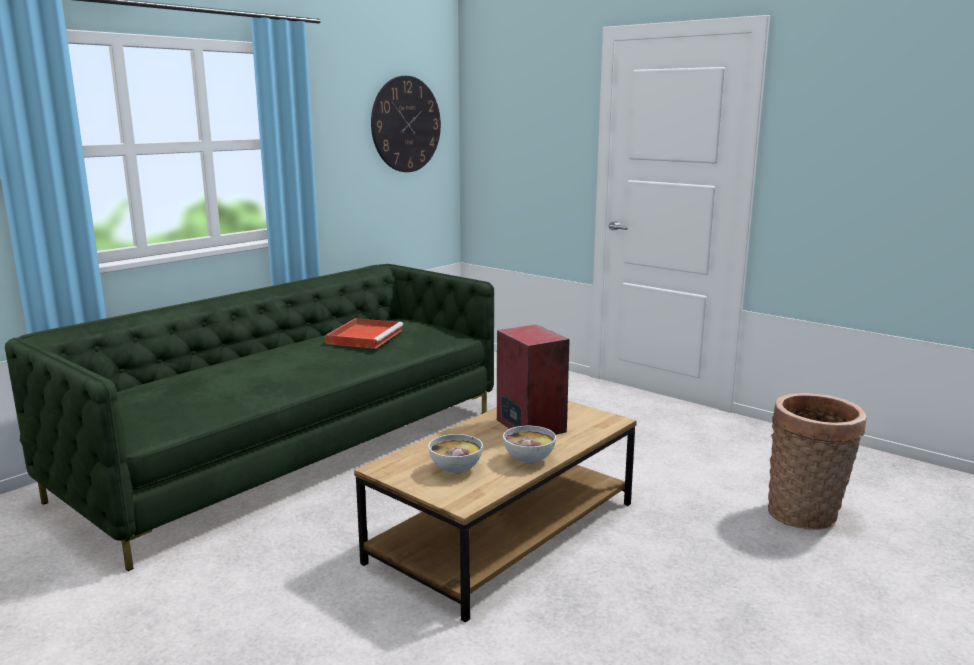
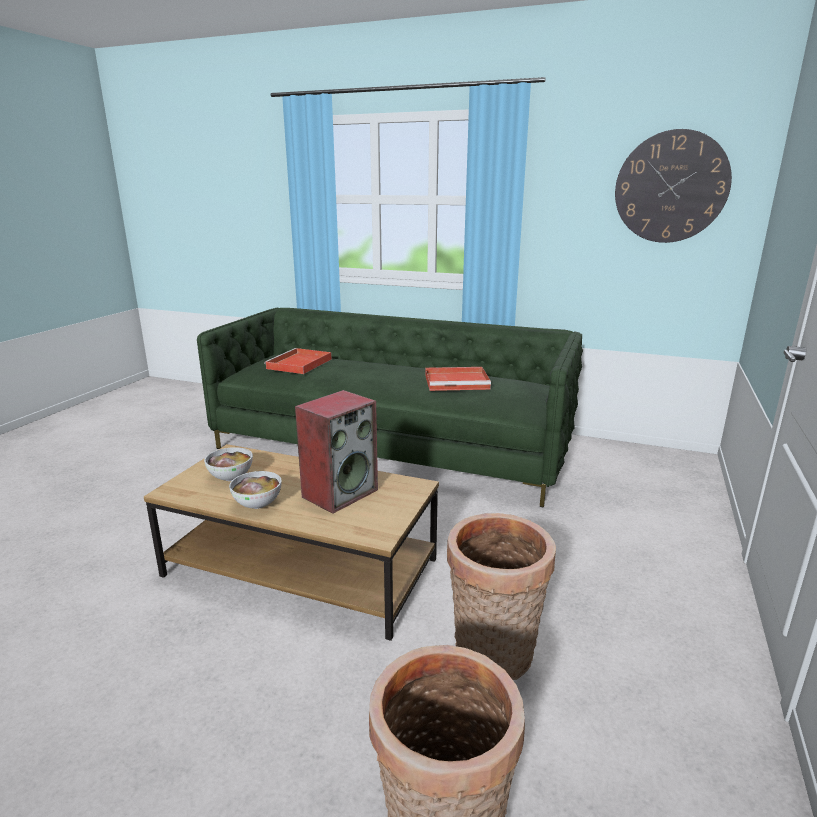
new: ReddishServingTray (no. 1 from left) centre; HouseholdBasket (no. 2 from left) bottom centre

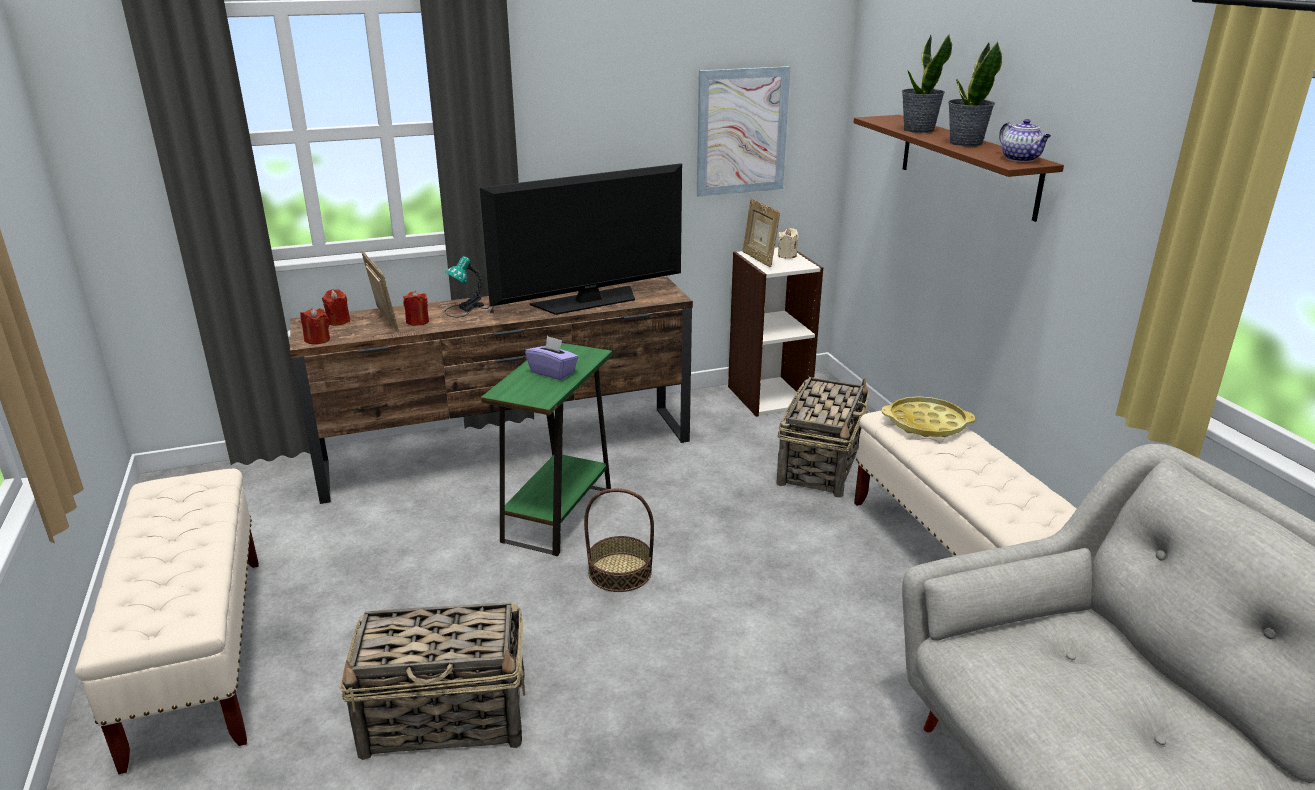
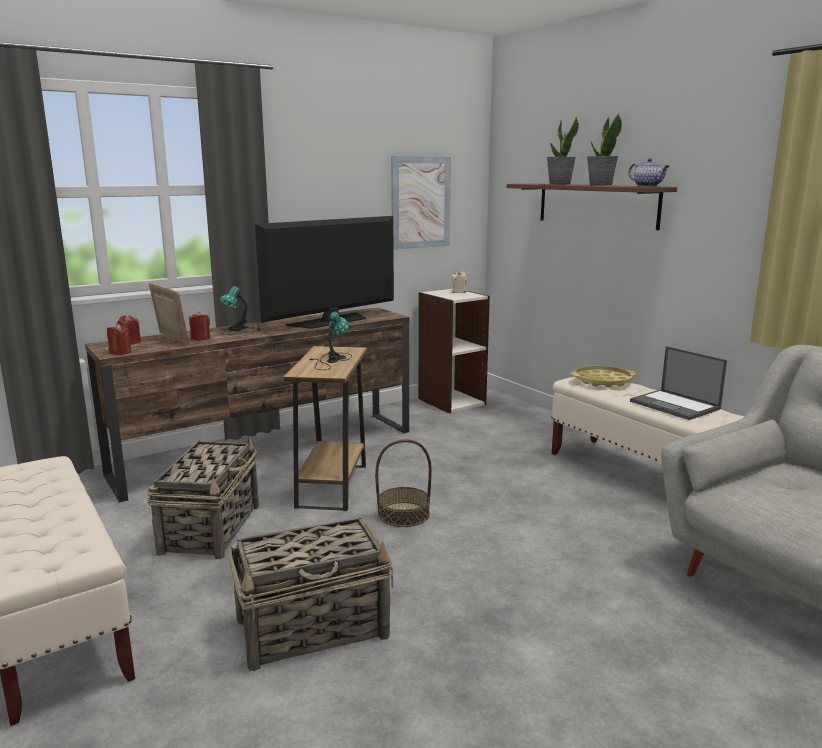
gone: PictureFrame (no. 2 from left) top centre
new: NotebookComputer middle right
shifted: HouseholdBasket (no. 3 from left in the first image) centre to HouseholdBasket (no. 1 from left) middle left
swapped: PurpleTissueBox centre to TabletopLamp (no. 2 from left) centre
repainted: GreenEndTable centre to BrownEndTable centre

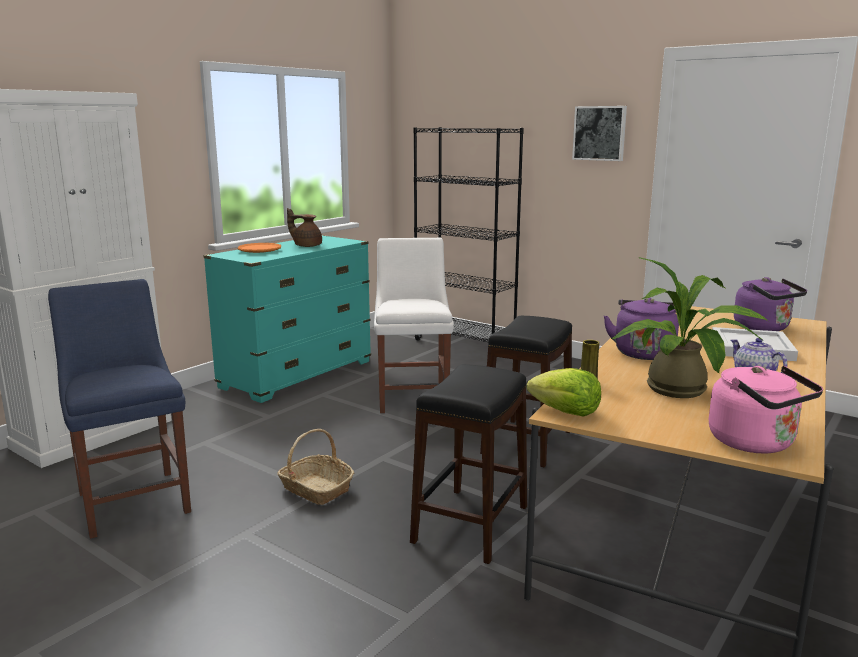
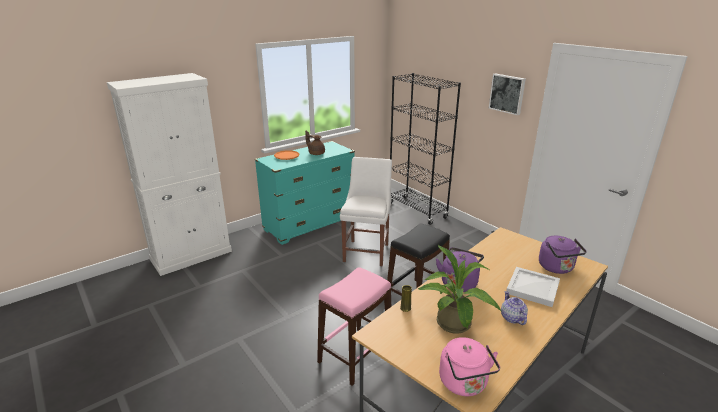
gone: BluishUprightChair middle left; LettuceHead centre; HouseholdBasket bottom centre
repainted: BlackSittingStool (no. 1 from left) bottom centre to PinkColouredSittingStool bottom centre

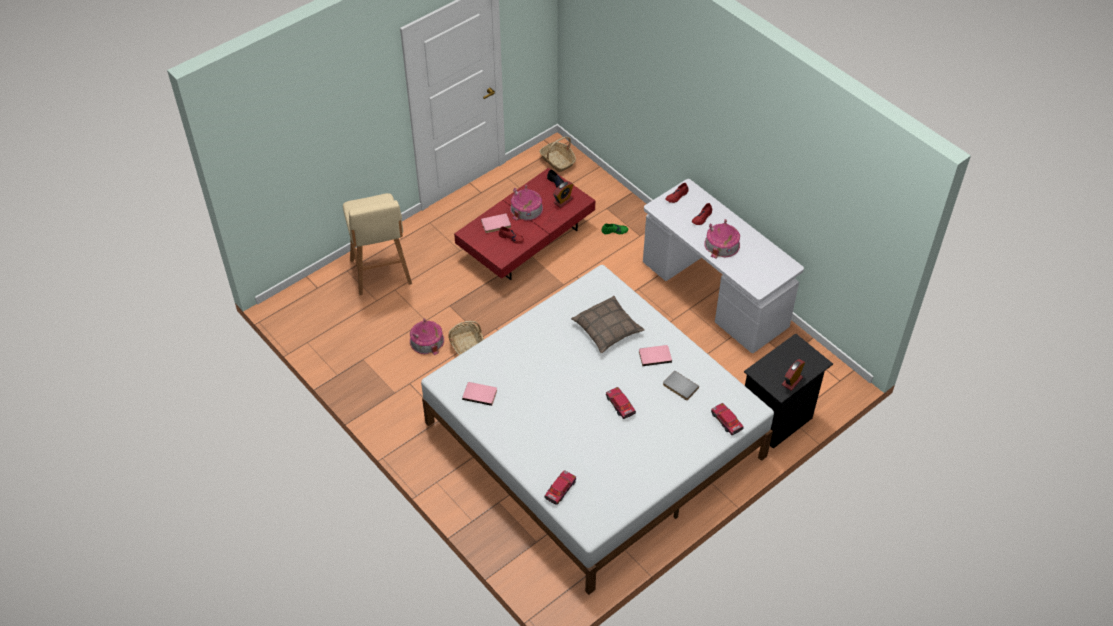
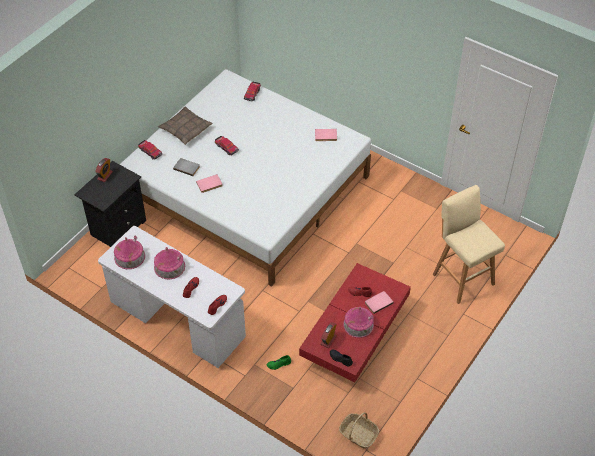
gone: HouseholdBasket (no. 1 from left) centre
shifted: Pillow centre to top left; ToyHouse (no. 1 from left) centre to middle left

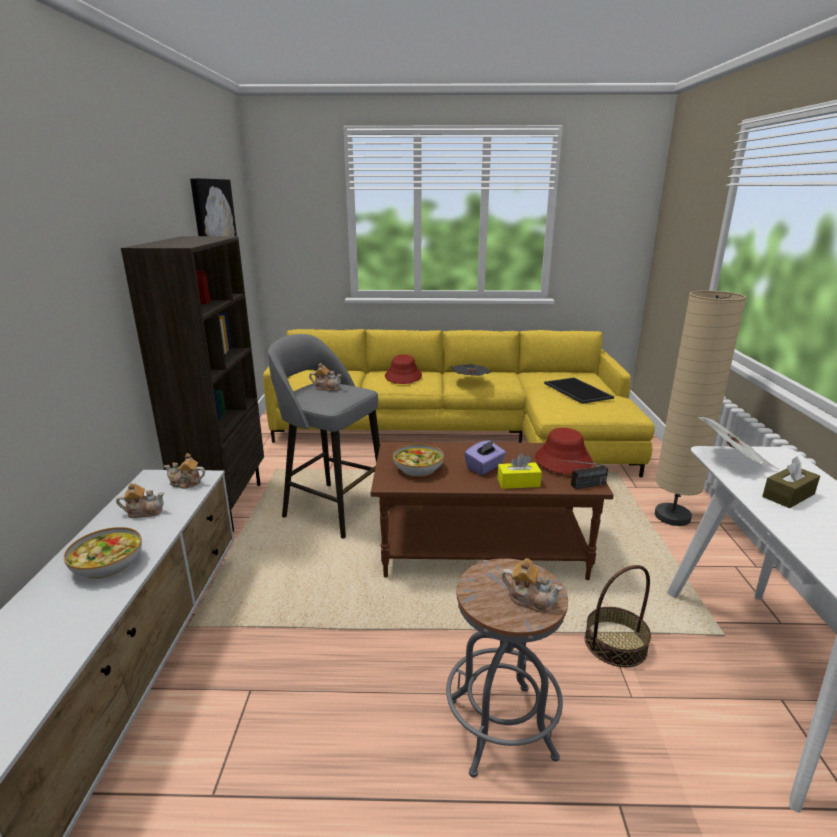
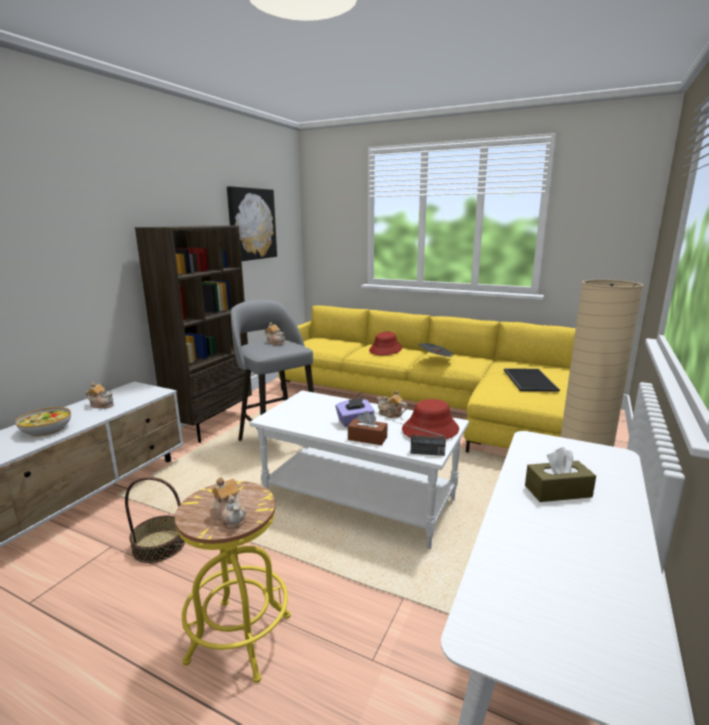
gone: Newspaper (no. 2 from left) middle right; ServingBowl (no. 2 from left) centre
shifted: Teapot (no. 2 from left in the first image) middle left to Teapot (no. 4 from left) centre; HouseholdBasket bottom right to bottom left
repainted: BrownLowTable centre to WhiteLowTable centre; YellowishTissueBox centre to BrownTissueBox (no. 1 from left) centre; GraySittingStool (no. 2 from left) bottom centre to YellowishSittingStool bottom left

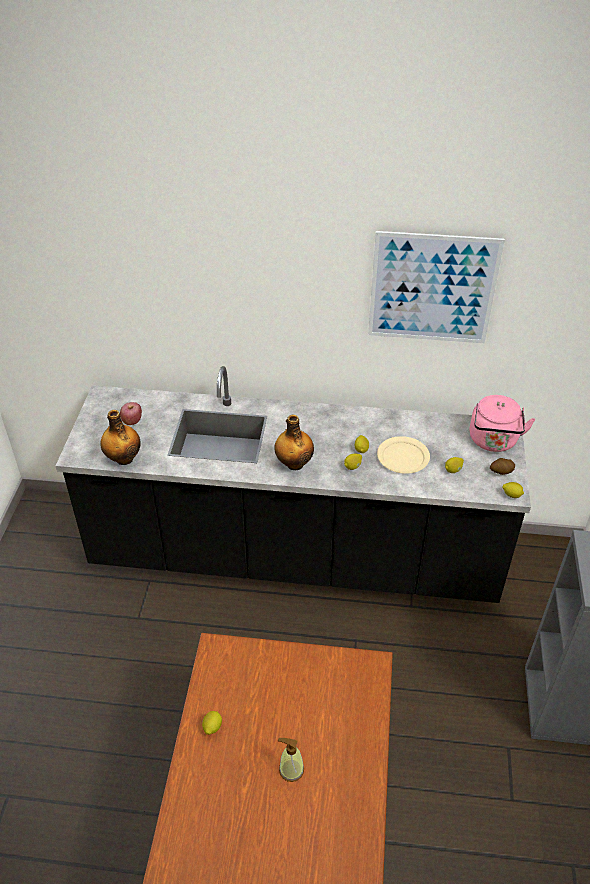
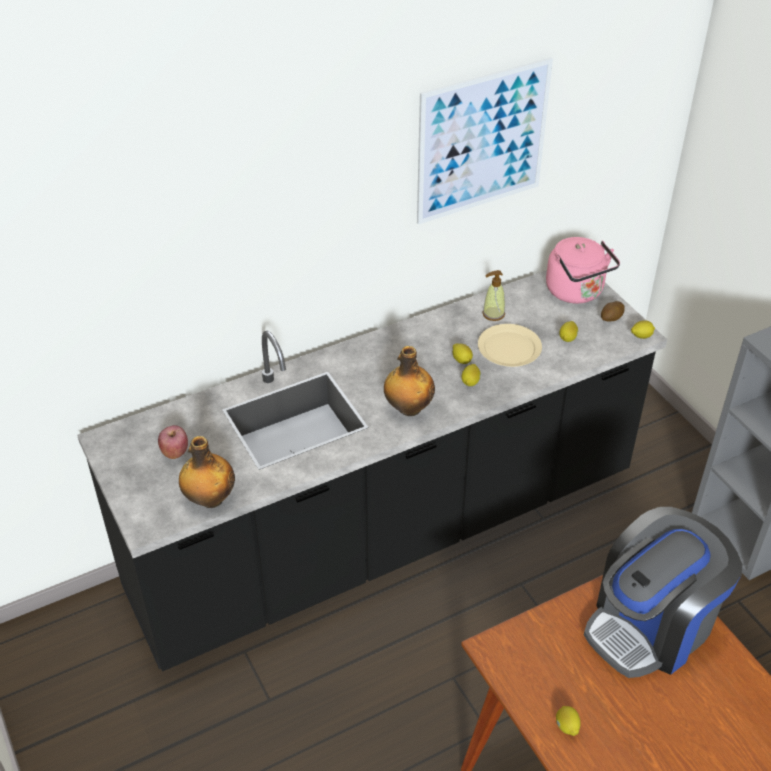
new: CoffeeMaker bottom right
shifted: SoapDispenser bottom centre to centre

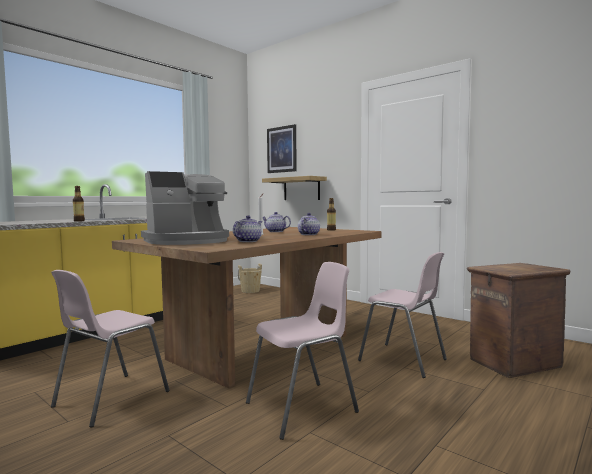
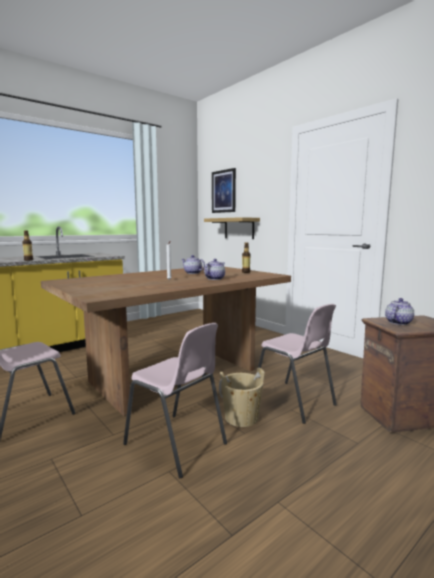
gone: CoffeeMaker middle left
shifted: Teapot (no. 1 from left in the first image) centre to Teapot (no. 3 from left) middle right; SandColouredBucket centre to bottom centre
rotated: PinkColouredUprightChair (no. 2 from left) bottom centre = bottom centre 60 degrees clockwise

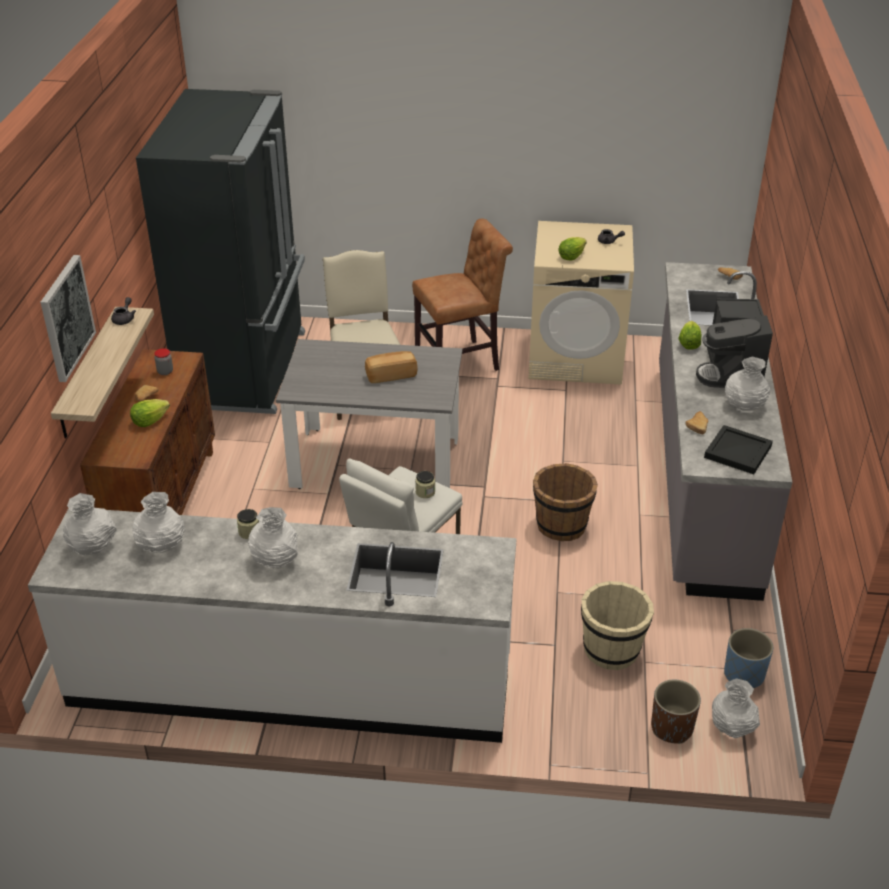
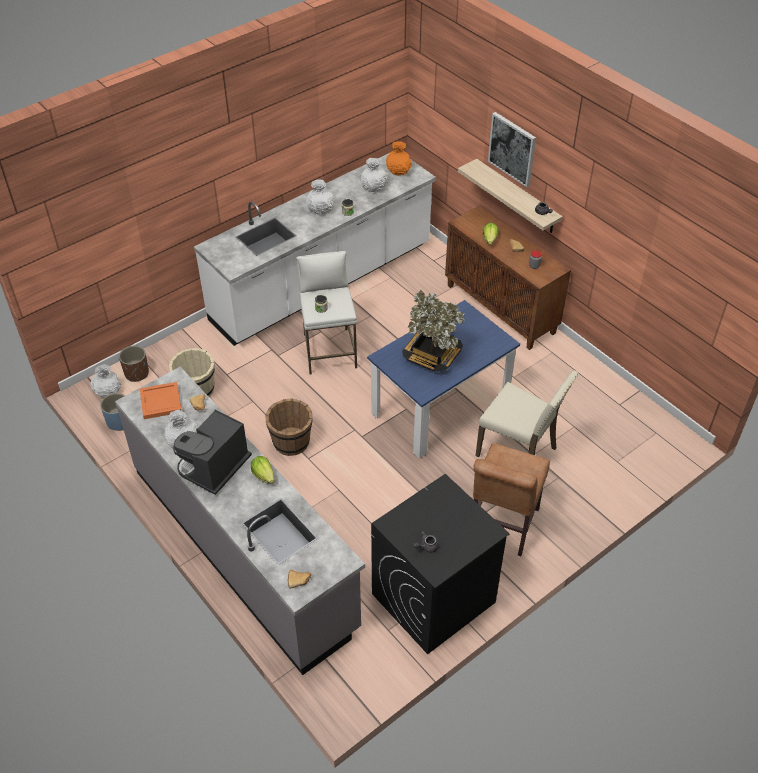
gone: BlackFridge top left; LettuceHead (no. 2 from left) top centre
swapped: Bread (no. 2 from left) centre to PlantInAPot centre
repainted: SandColouredLaundryMachine centre to BlackLaundryMachine bottom centre; GrayDiningTable centre to BluishDiningTable centre; BlackServingTray middle right to OrangeServingTray middle left; WhiteFlowerVase (no. 1 from left) middle left to OrangeFlowerVase top centre
rotated: CoffeeMaker middle right = middle left 105 degrees counterclockwise

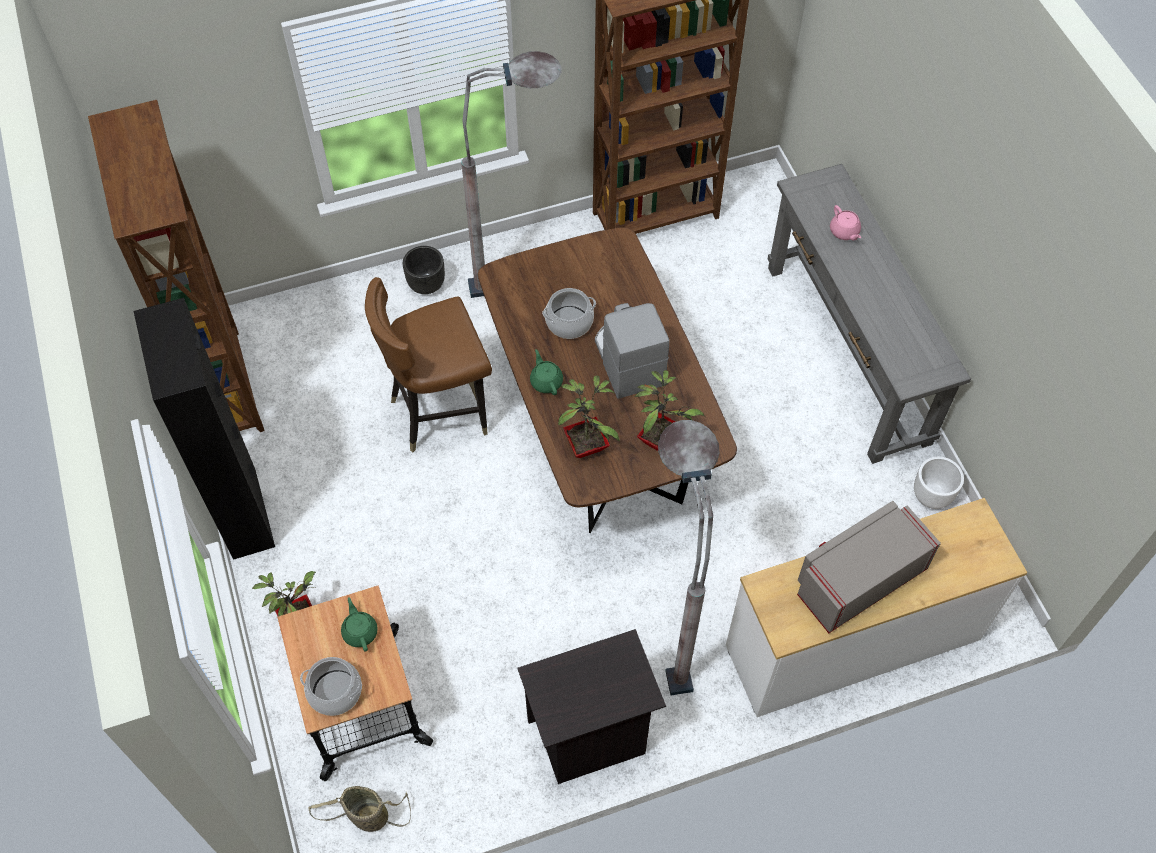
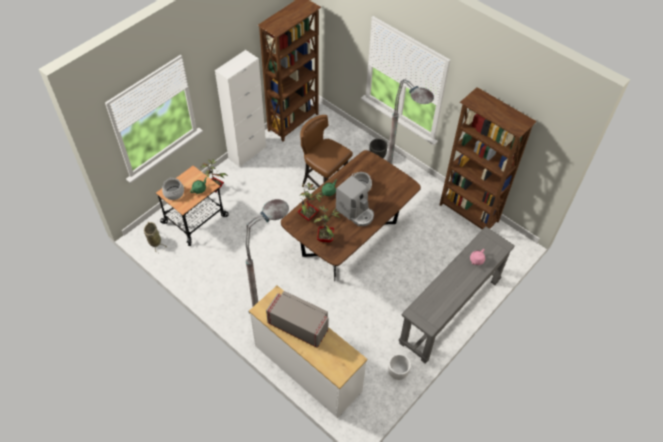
gone: BlackNightTable bottom centre
repainted: BlackCupboard middle left to WhiteCupboard top centre
rotated: CoffeeMaker centre = centre 90 degrees clockwise

